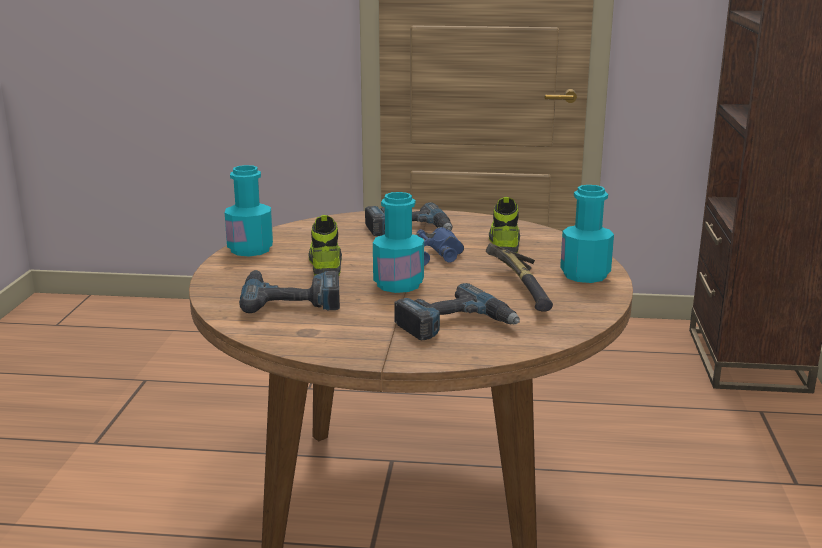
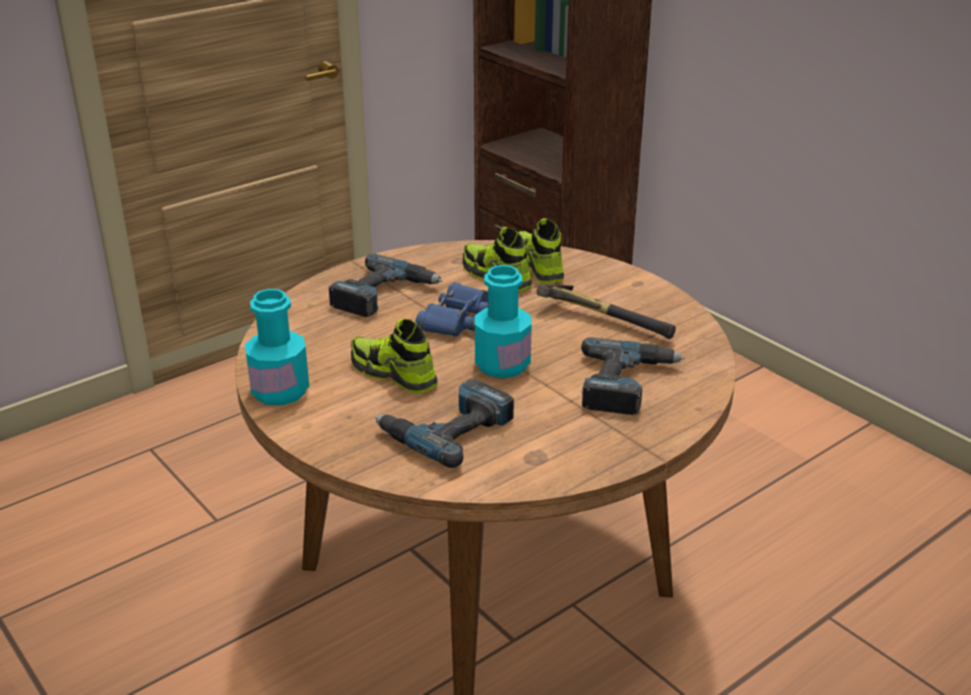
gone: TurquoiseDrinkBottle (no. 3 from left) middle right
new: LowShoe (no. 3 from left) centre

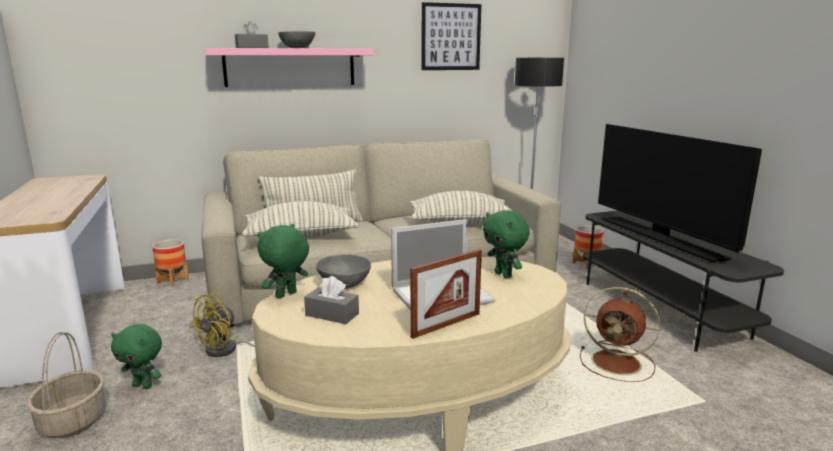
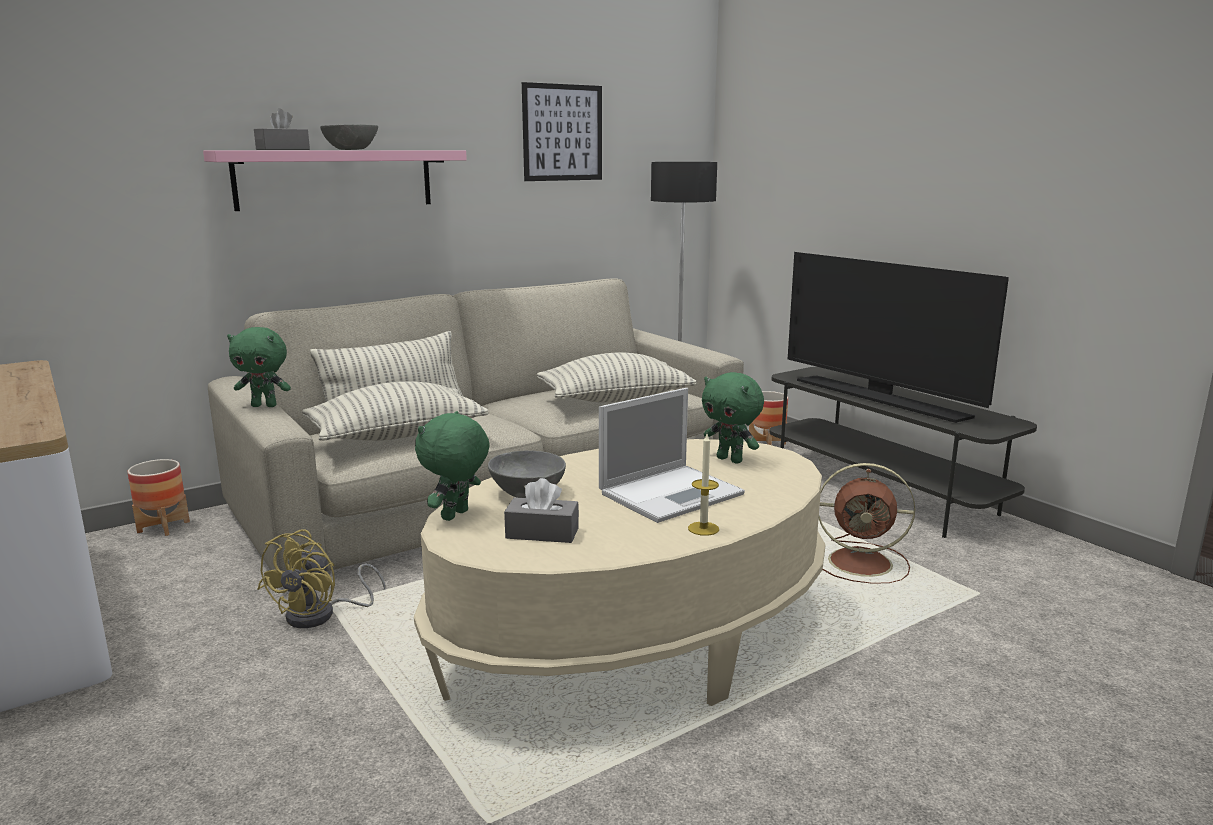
gone: HouseholdBasket bottom left
shifted: GreenSoftToy (no. 1 from left) bottom left to middle left
swapped: PictureFrame centre to WaxCandle centre

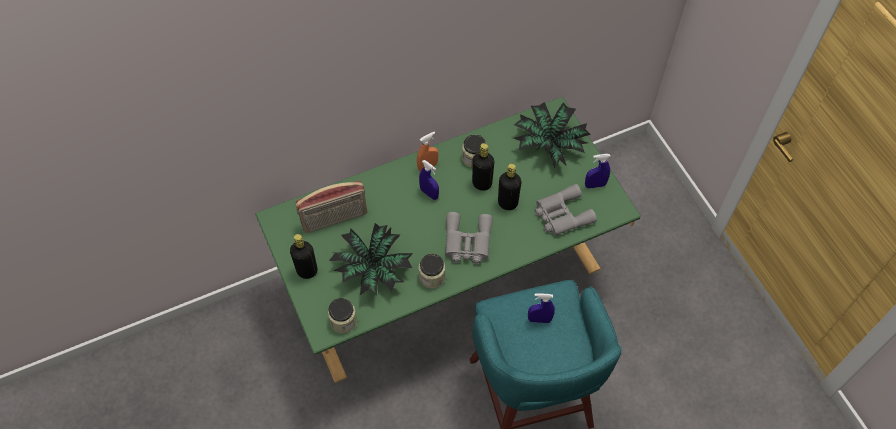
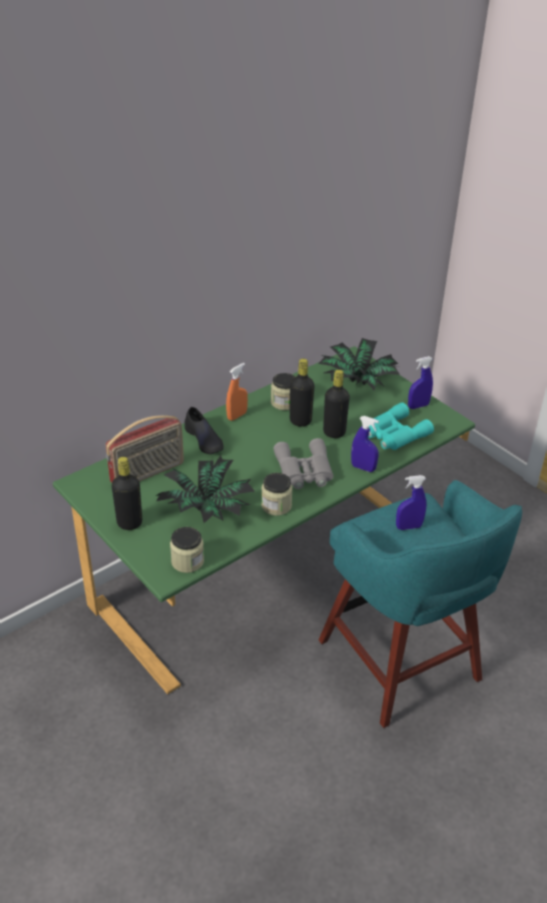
new: BlackLowShoe centre
shifted: BluishSprayer (no. 1 from left) centre to middle right
repainted: GrayPairOfBinoculars (no. 2 from left) centre to TurquoisePairOfBinoculars middle right

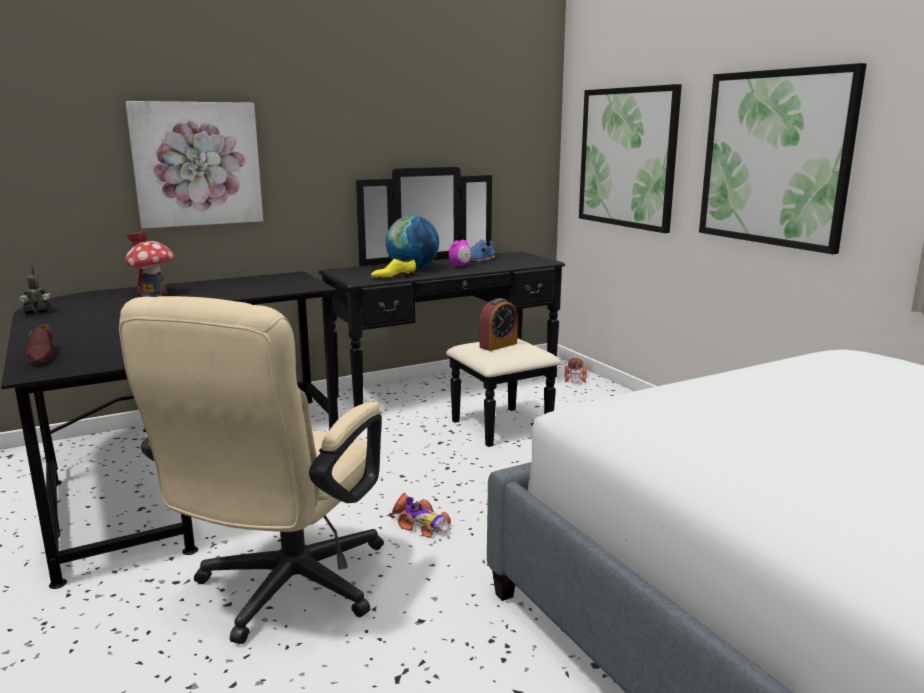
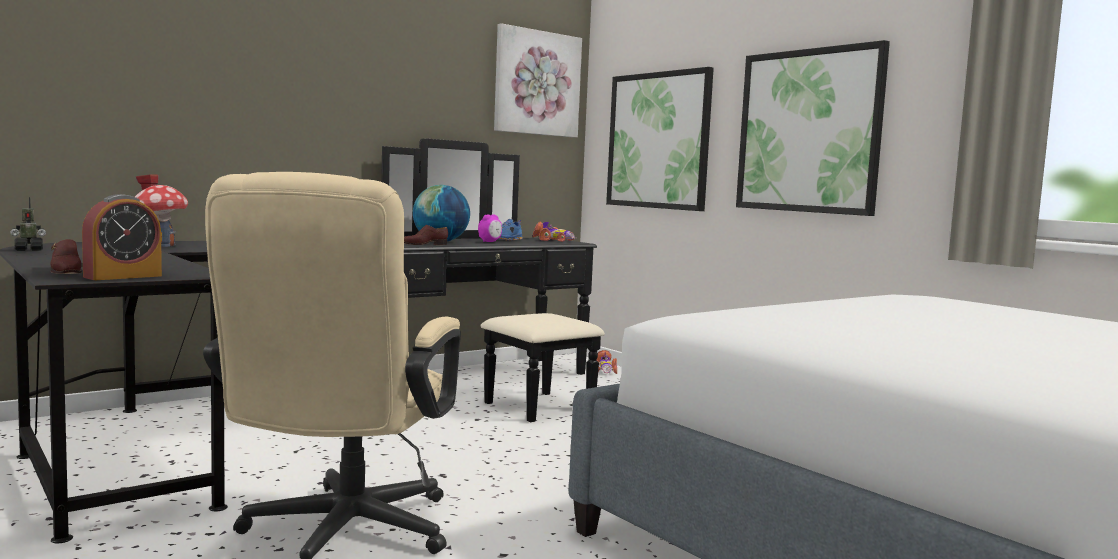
shifted: WallArt (no. 1 from left) top left to top centre; AlarmClock (no. 2 from left in the first image) centre to AlarmClock (no. 1 from left) middle left; ModelCar (no. 1 from left) bottom centre to centre
repainted: YellowishLowShoe centre to BrownLowShoe (no. 2 from left) centre

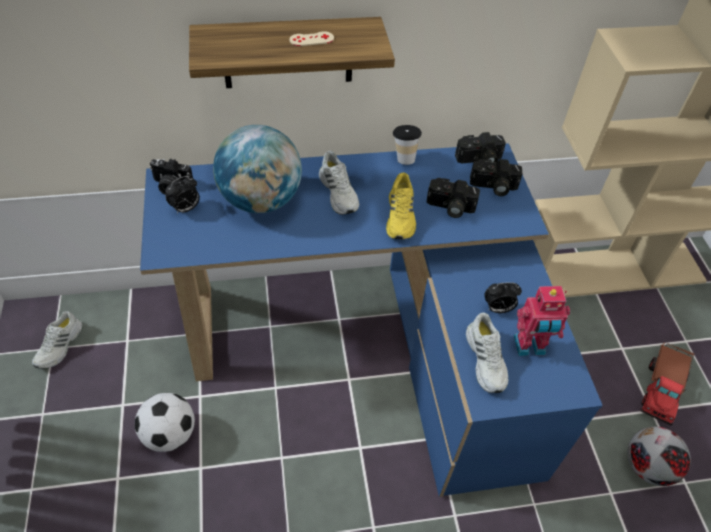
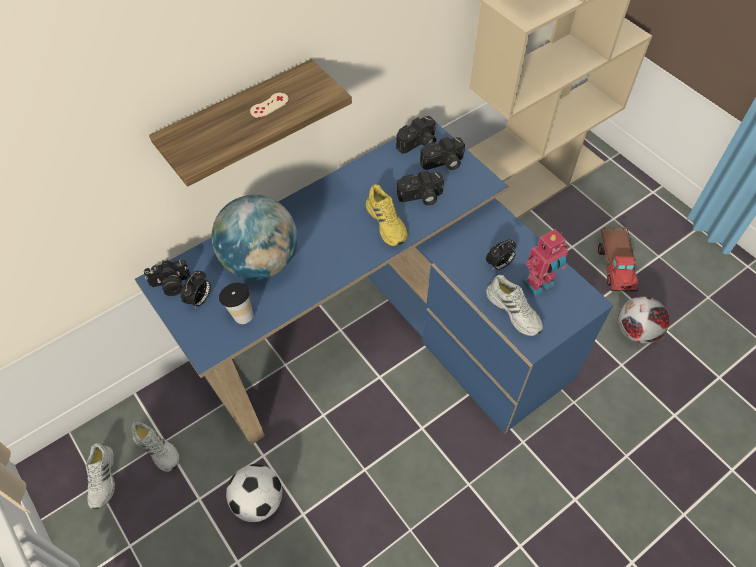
shifted: DrinkingCup top centre to middle left; WhiteLowShoe (no. 2 from left) centre to bottom left

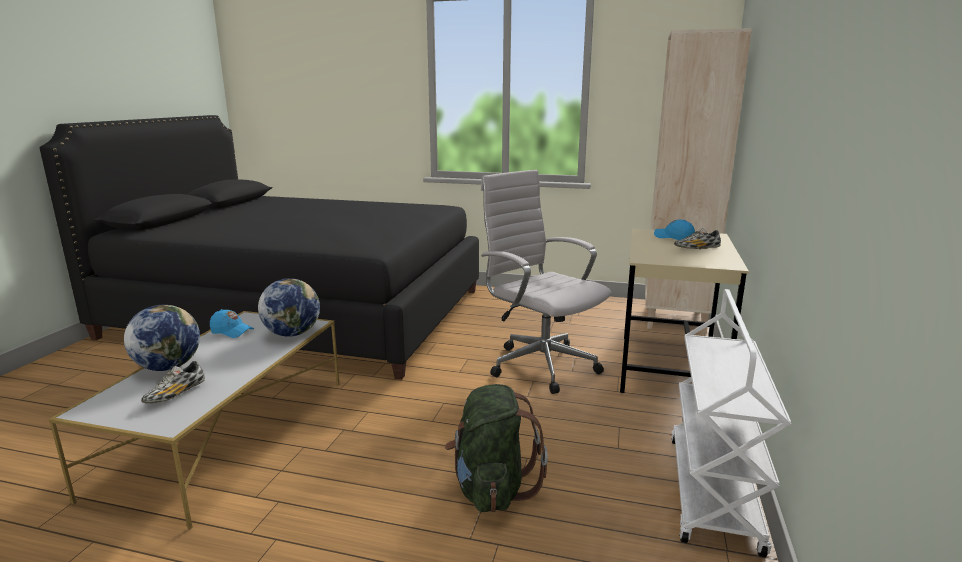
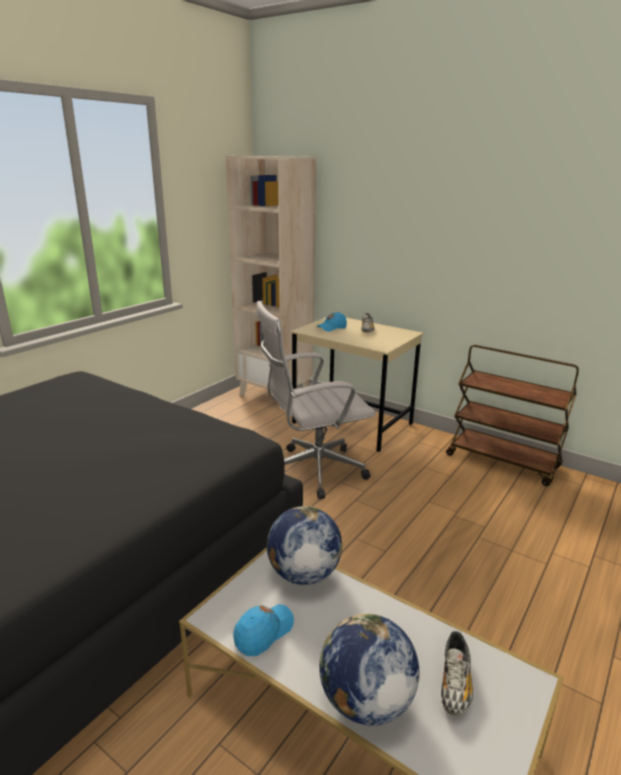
gone: GreenBackpack bottom centre
repainted: WhiteWheeledCart bottom right to BrownWheeledCart middle right
rotated: LowShoe (no. 1 from left in the first image) bottom left = bottom right 60 degrees clockwise

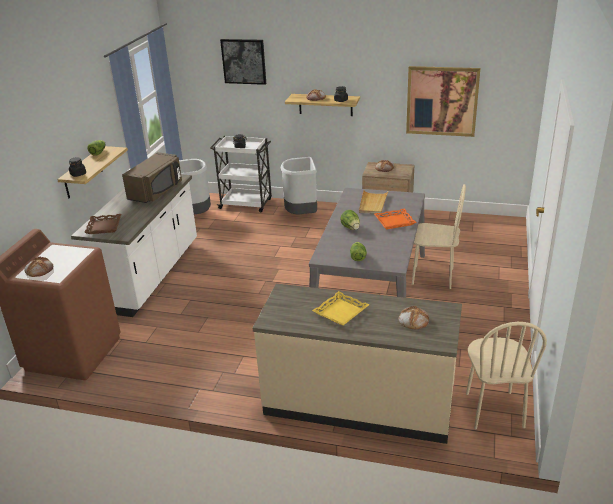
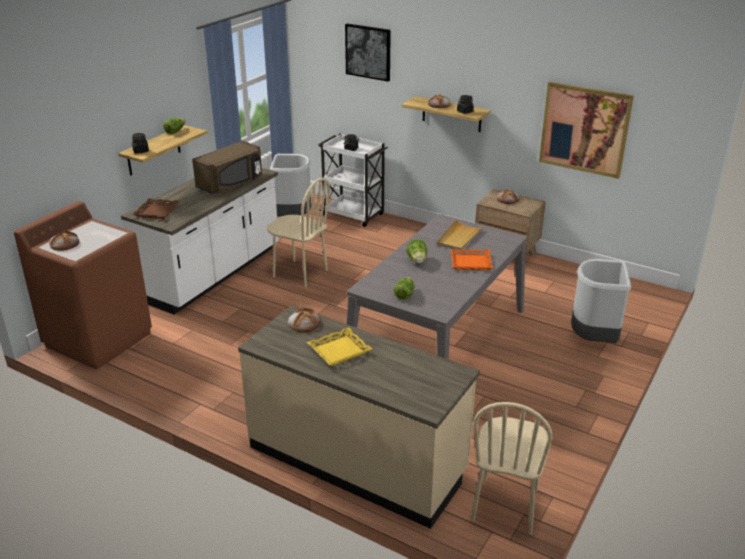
shifted: GrayWasteBin (no. 2 from left) centre to middle right; SandColouredUprightChair (no. 1 from left) middle right to centre; Bread (no. 4 from left in the first image) middle right to Bread (no. 2 from left) centre

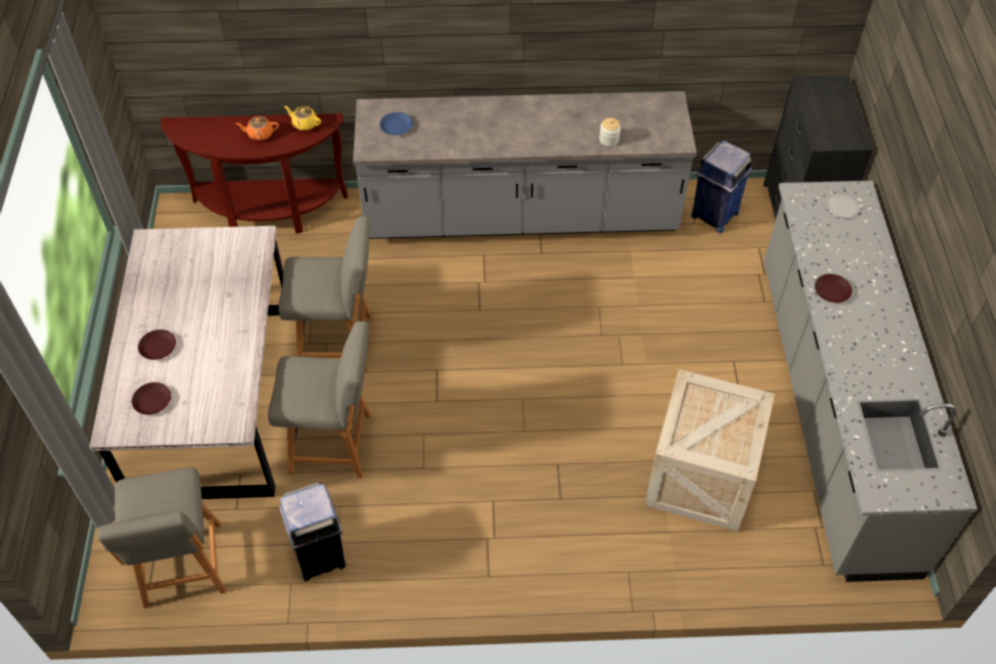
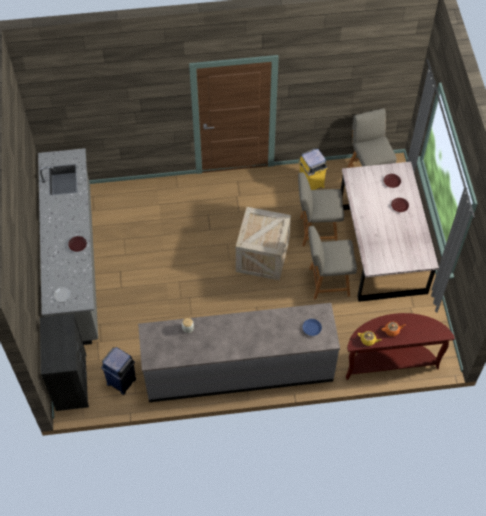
shifted: PackingCrate bottom right to centre
repainted: GrayWasteBin bottom left to YellowishWasteBin top centre

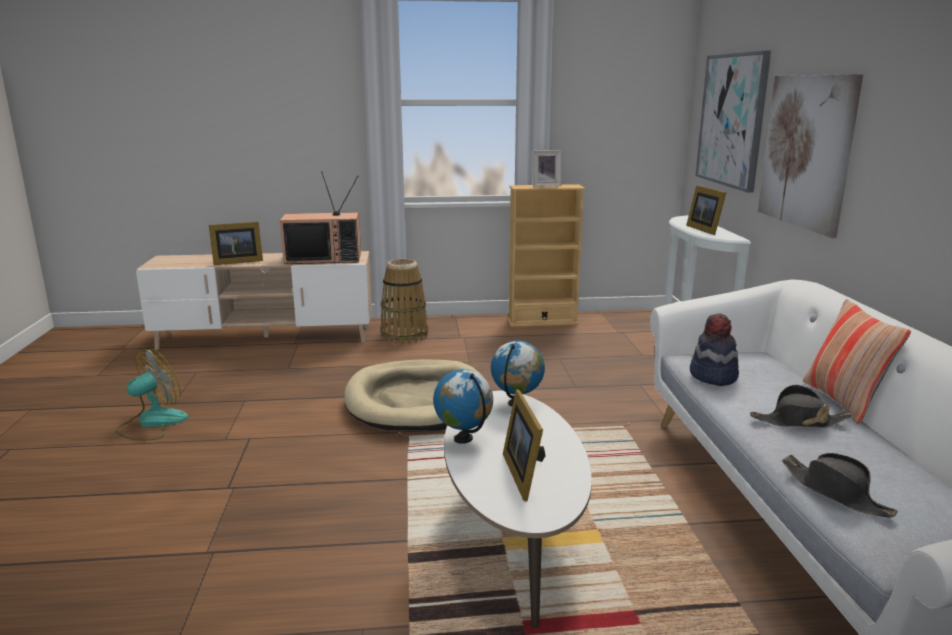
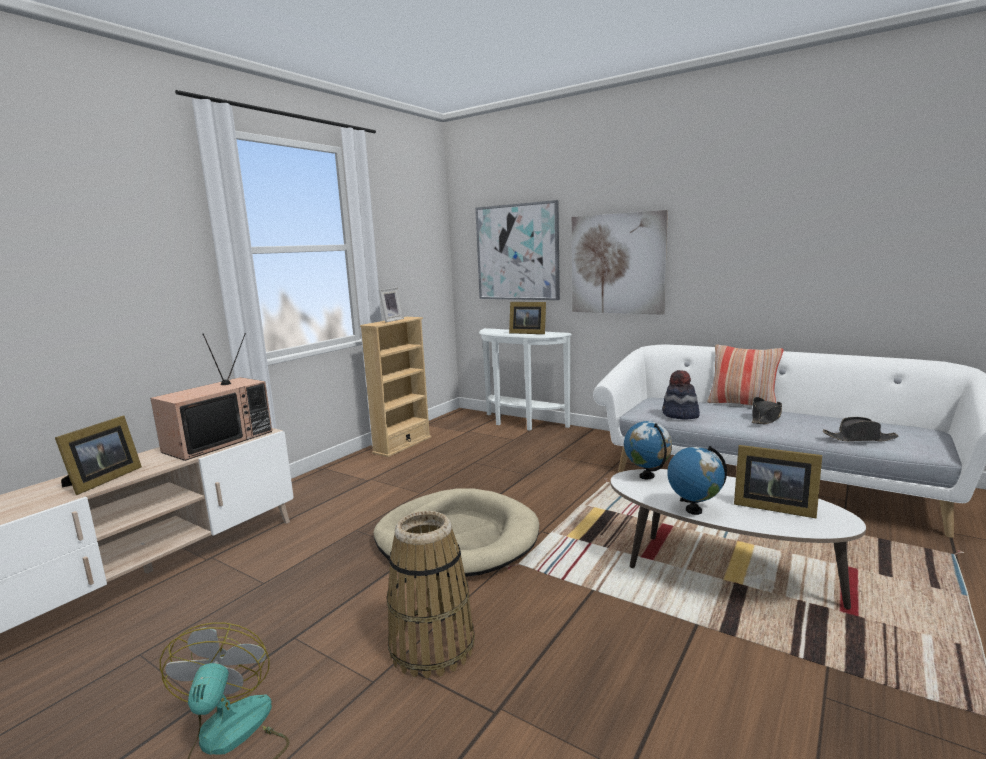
shifted: HouseholdBasket centre to bottom centre

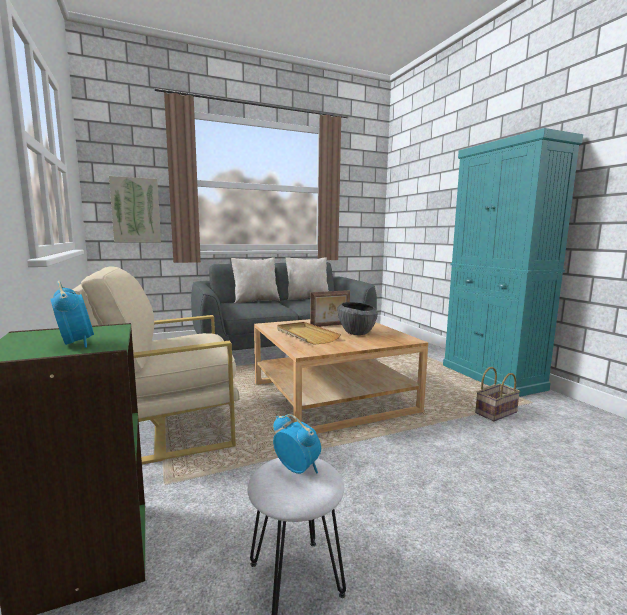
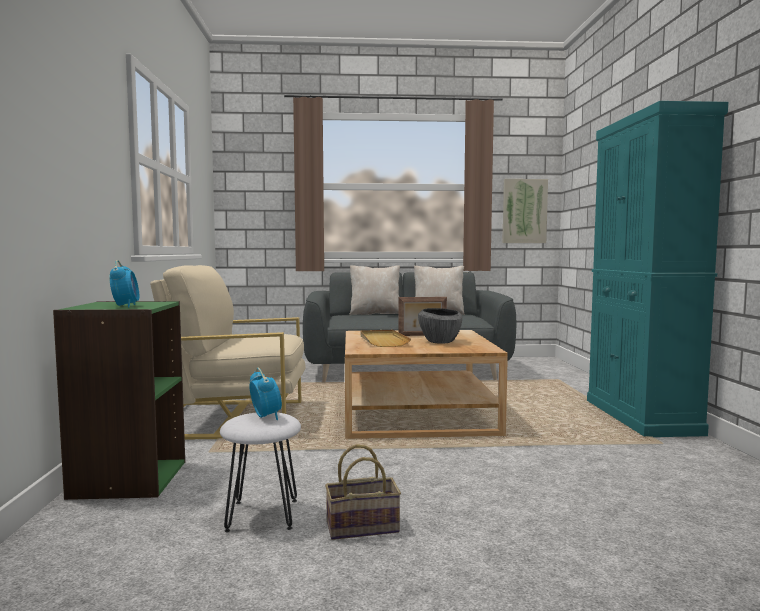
shifted: WallArt middle left to middle right; HouseholdBasket middle right to bottom centre

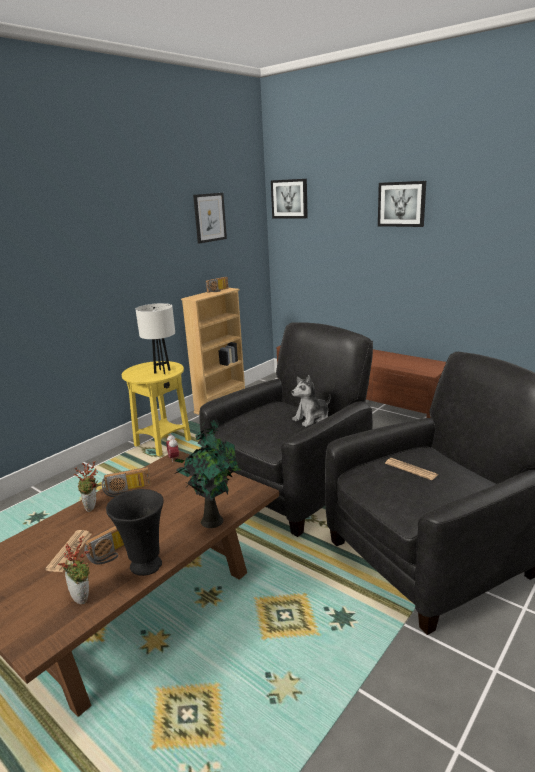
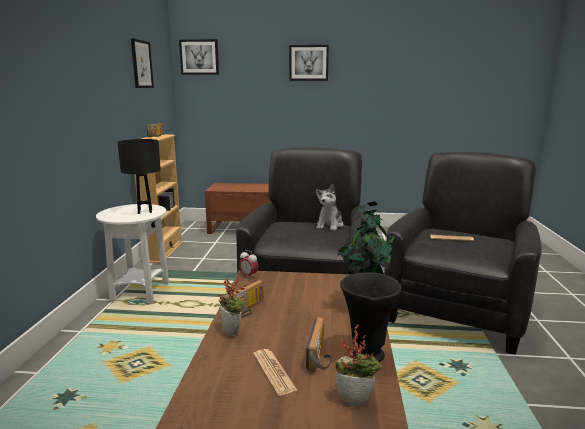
repainted: WhiteTabletopLamp middle left to BlackTabletopLamp middle left; YellowishEndTable middle left to WhiteEndTable middle left

